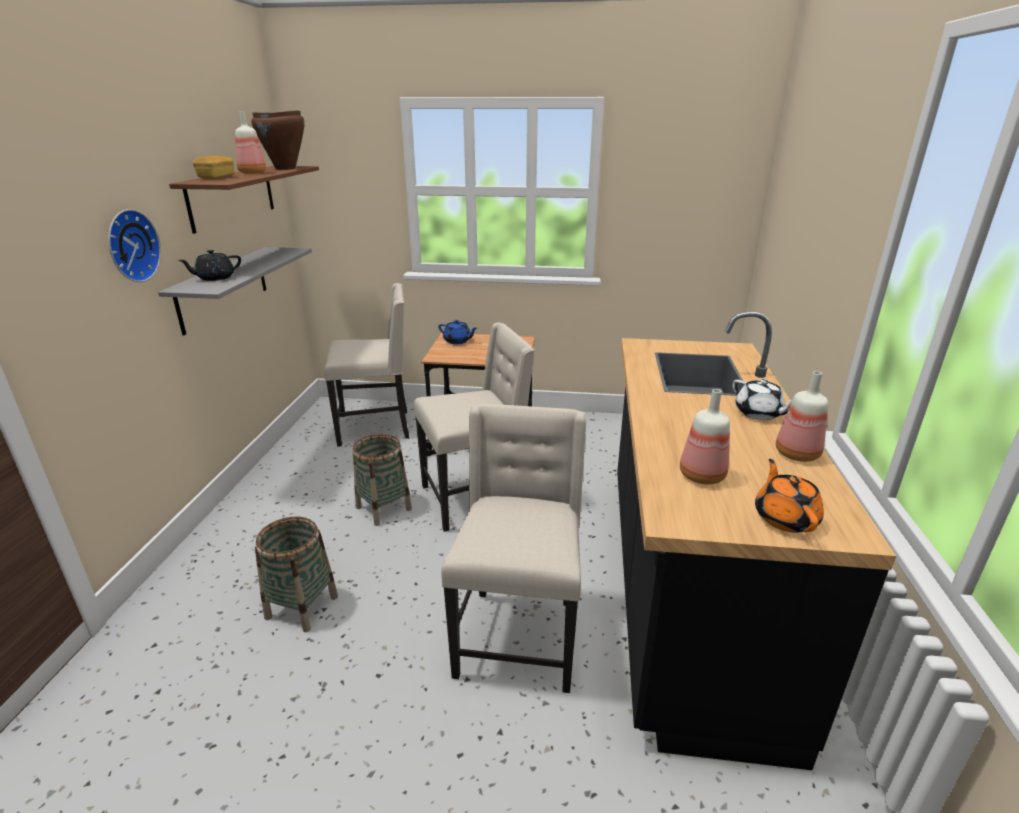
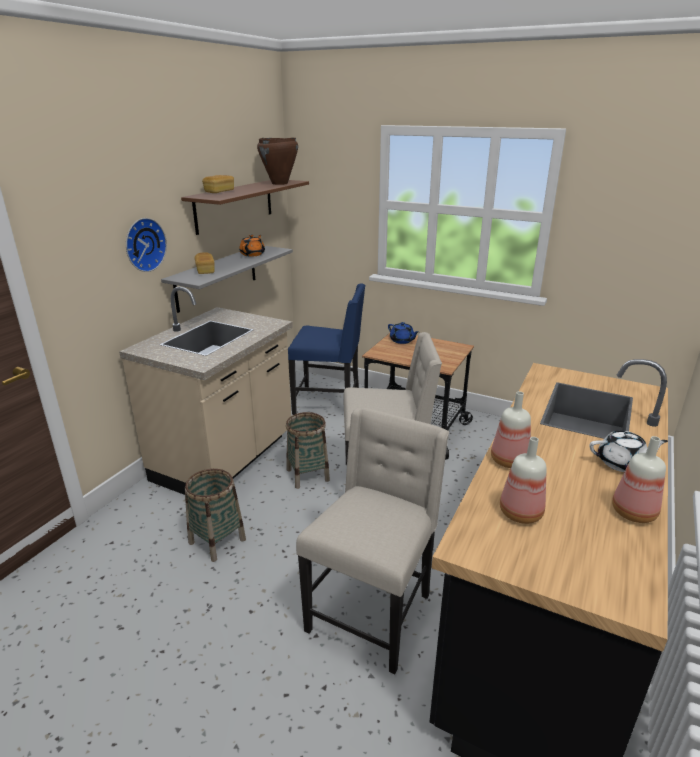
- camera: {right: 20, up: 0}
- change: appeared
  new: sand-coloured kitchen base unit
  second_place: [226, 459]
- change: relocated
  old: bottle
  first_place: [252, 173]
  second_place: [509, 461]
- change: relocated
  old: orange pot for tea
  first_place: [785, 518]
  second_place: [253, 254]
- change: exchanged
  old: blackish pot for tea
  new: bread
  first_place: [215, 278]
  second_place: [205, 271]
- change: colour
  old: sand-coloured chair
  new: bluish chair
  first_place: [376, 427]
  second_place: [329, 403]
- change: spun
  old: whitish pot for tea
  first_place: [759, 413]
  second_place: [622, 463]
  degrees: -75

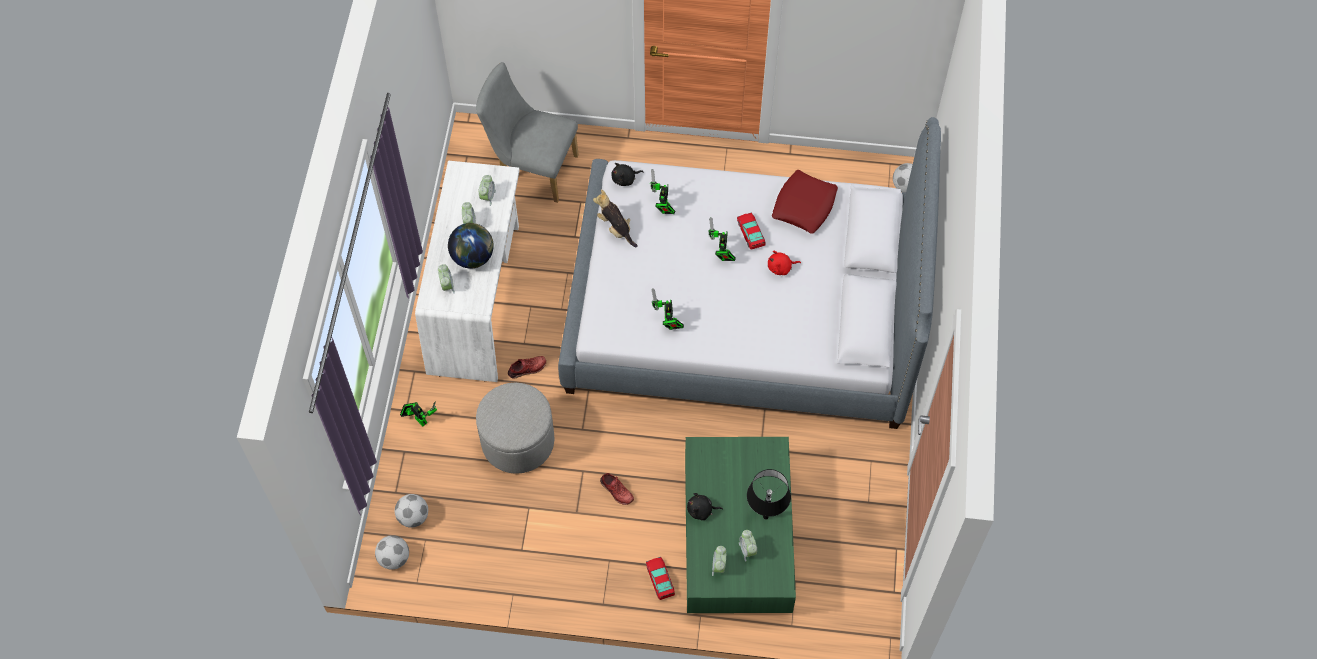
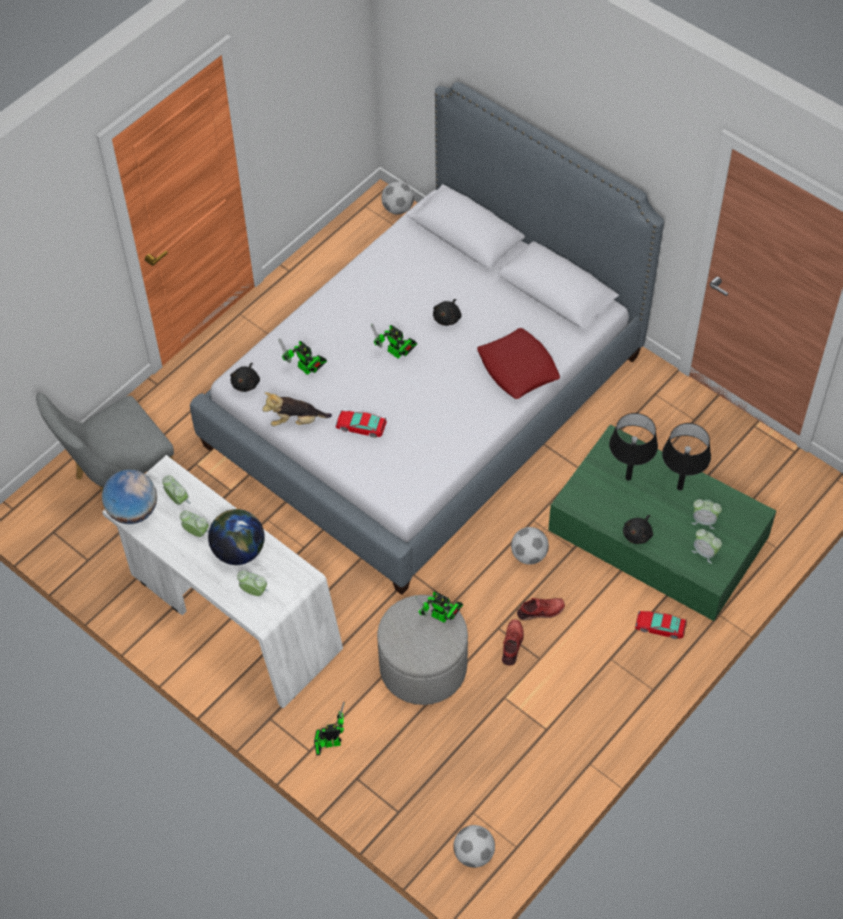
- camera: {right: -55, up: -5}
- change: appeared
  new: desk globe
  second_place: [133, 511]
- change: appeared
  new: blackish tabletop lamp
  second_place: [628, 478]
- change: relocated
  old: football
  first_place: [413, 517]
  second_place: [529, 555]
- change: relocated
  old: red item of footwear
  first_place: [527, 369]
  second_place: [512, 644]
- change: relocated
  old: model robot
  first_place: [668, 323]
  second_place: [442, 618]
- change: relocated
  old: toy car
  first_place: [751, 233]
  second_place: [361, 426]
- change: relocated
  old: red pillow
  first_place: [804, 205]
  second_place: [517, 368]
- change: colour
  old: red cuddly toy
  new: blackish cuddly toy
  first_place: [781, 267]
  second_place: [447, 318]

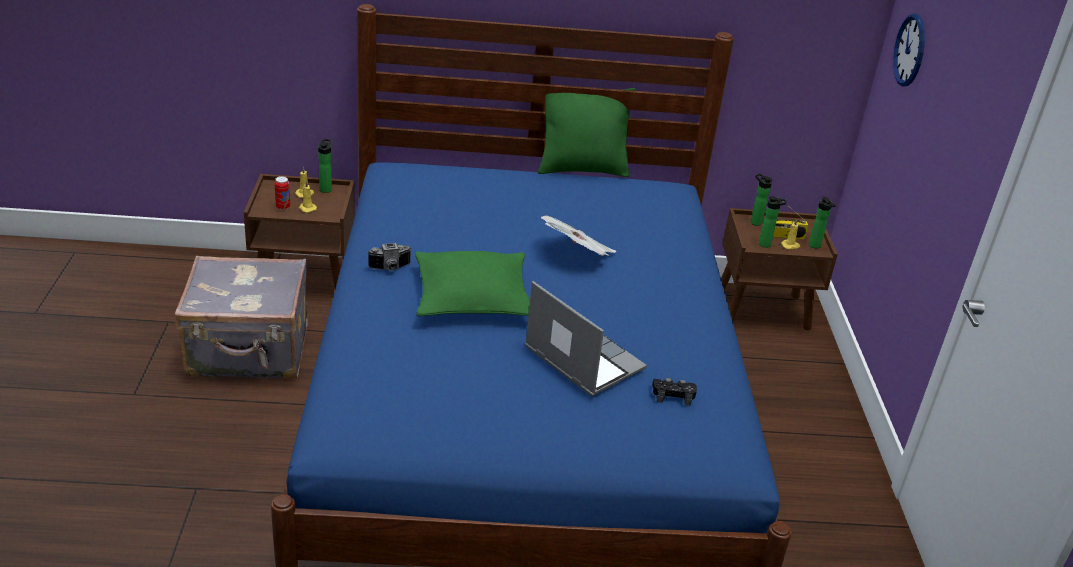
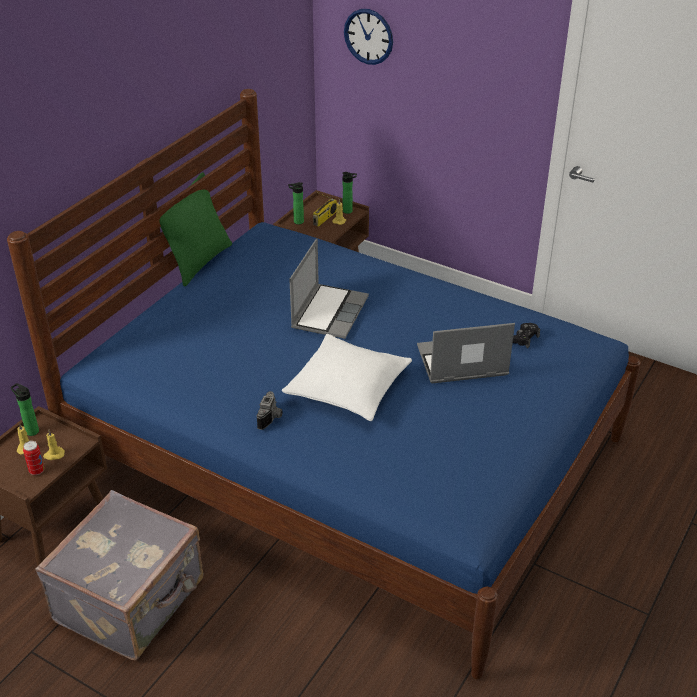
- camera: {right: -55, up: 5}
- change: missing
  old: bottle
  first_place: [766, 245]
- change: exchanged
  old: printed paper
  new: notebook computer
  first_place: [577, 254]
  second_place: [329, 312]
- change: colour
  old: green pillow
  new: whitish pillow
  first_place: [472, 297]
  second_place: [348, 387]

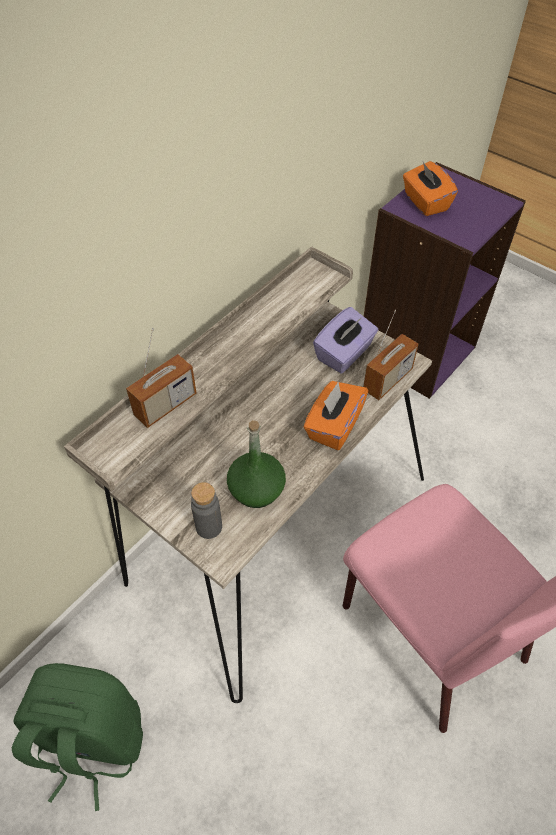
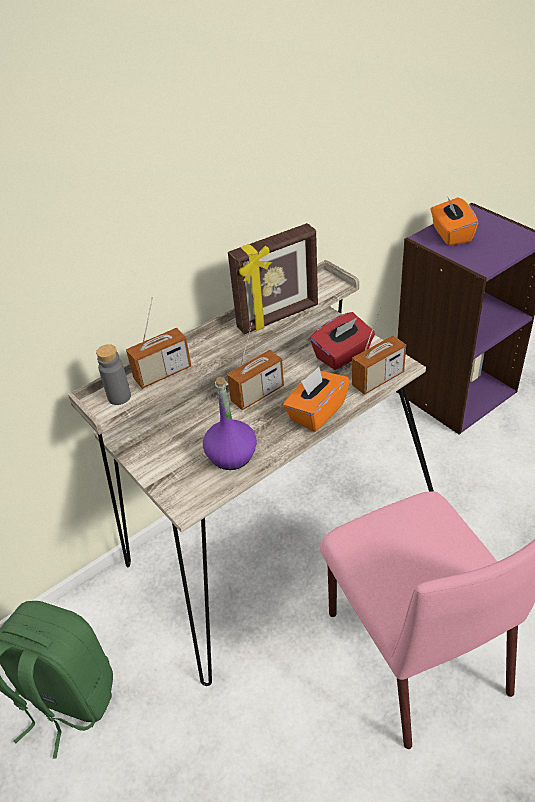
- camera: {right: 15, up: -10}
- change: appeared
  new: radio receiver
  second_place: [257, 394]
- change: appeared
  new: photo frame
  second_place: [278, 317]
- change: relocated
  old: greyish bottle
  first_place: [209, 527]
  second_place: [119, 397]
- change: colour
  old: green bottle
  new: purple-coloured bottle
  first_place: [257, 489]
  second_place: [232, 455]
- change: colour
  old: purple-coloured tissue holder
  new: red tissue holder
  first_place: [344, 354]
  second_place: [343, 355]

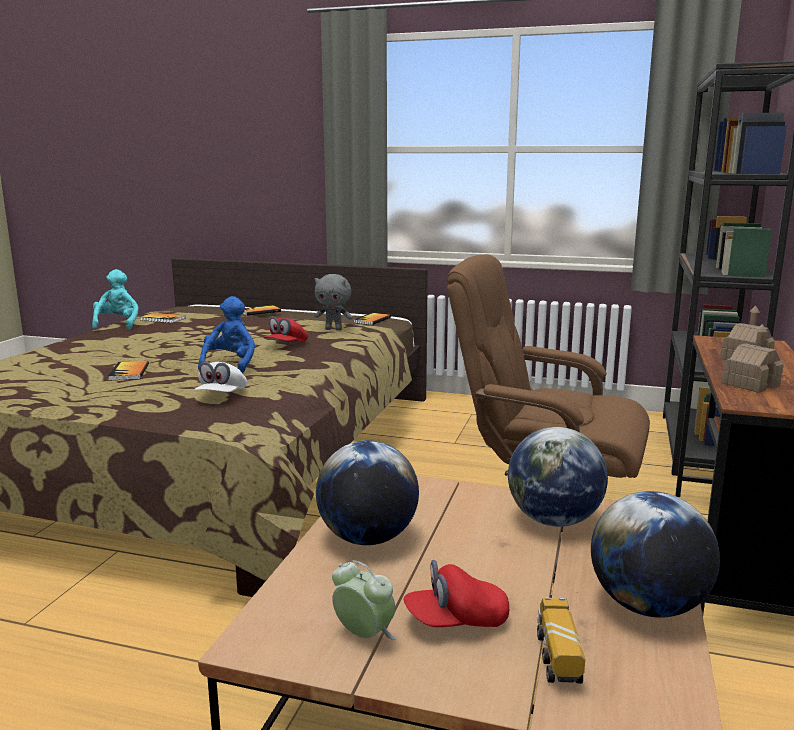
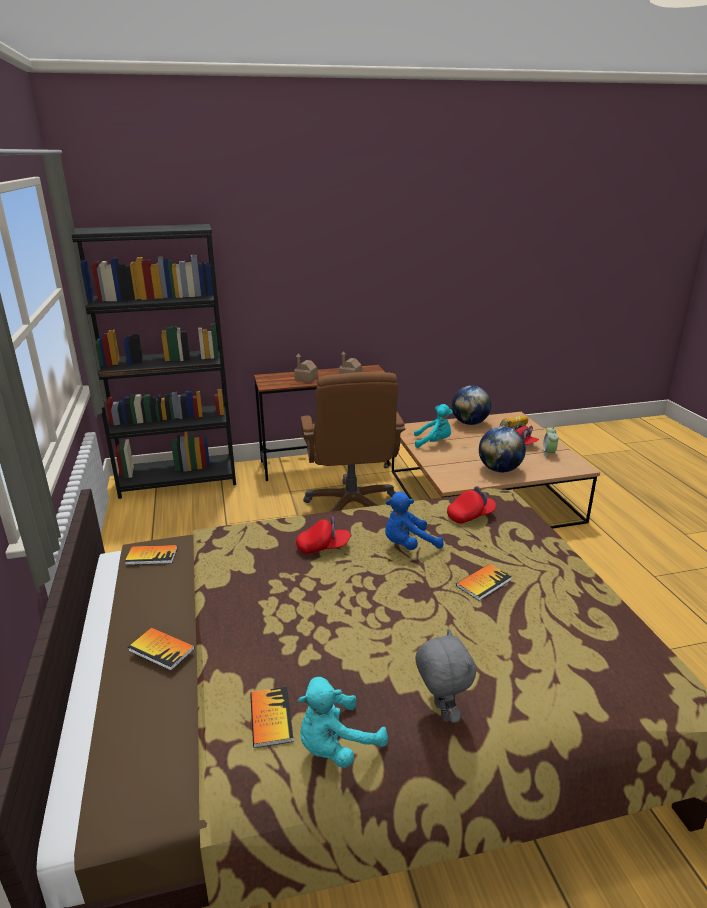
- camera: {right: -120, up: 10}
- change: relocated
  old: greyish cuddly toy
  first_place: [334, 329]
  second_place: [441, 712]
- change: exchanged
  old: desk globe
  new: blue-green cuddly toy
  first_place: [553, 520]
  second_place: [434, 442]
- change: colour
  old: whitish peaked cap
  new: red peaked cap
  first_place: [221, 396]
  second_place: [470, 516]

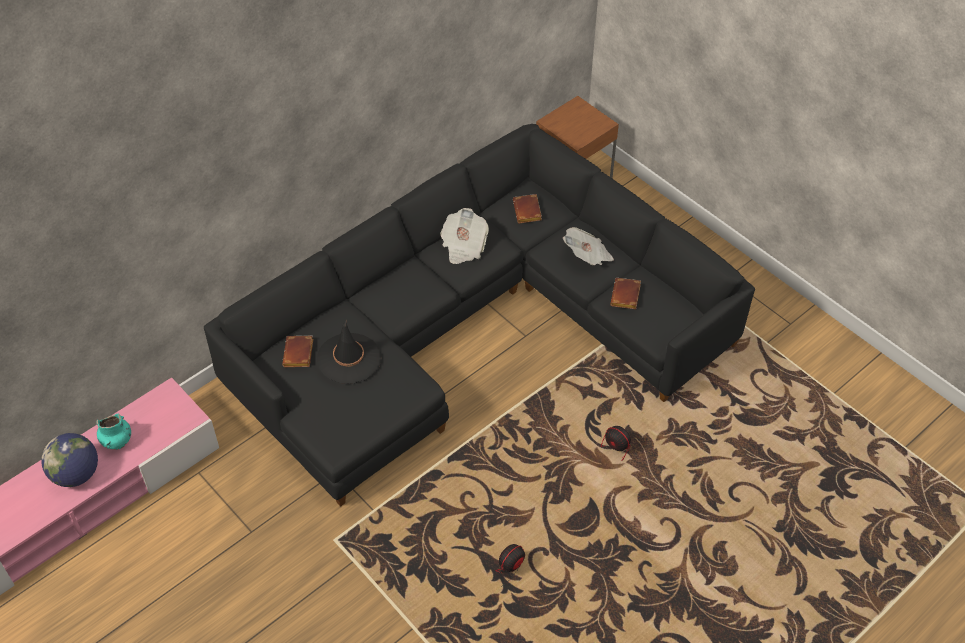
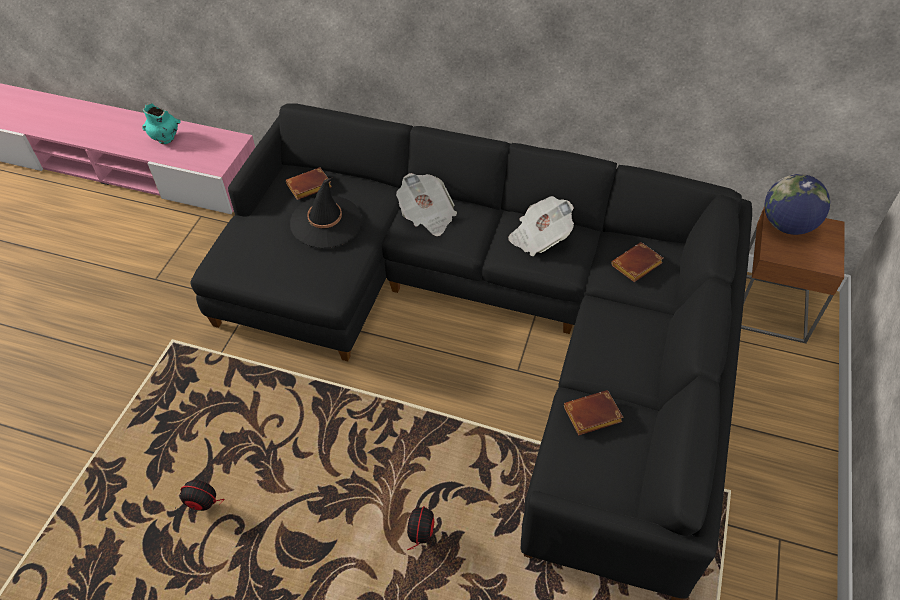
- camera: {right: 60, up: 0}
- change: relocated
  old: desk globe
  first_place: [76, 474]
  second_place: [787, 225]
- change: relocated
  old: printed paper
  first_place: [587, 256]
  second_place: [427, 216]

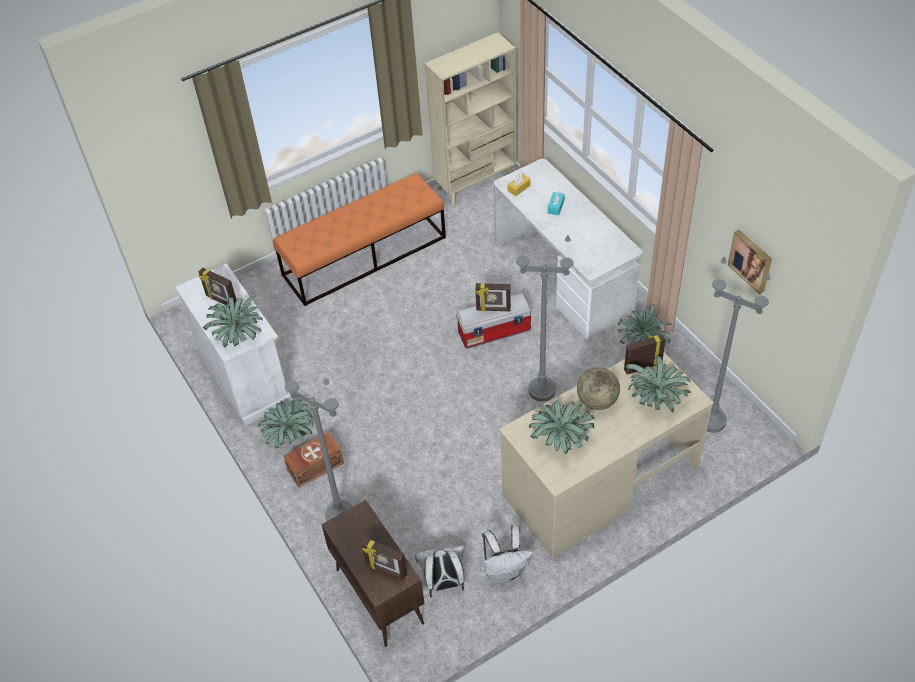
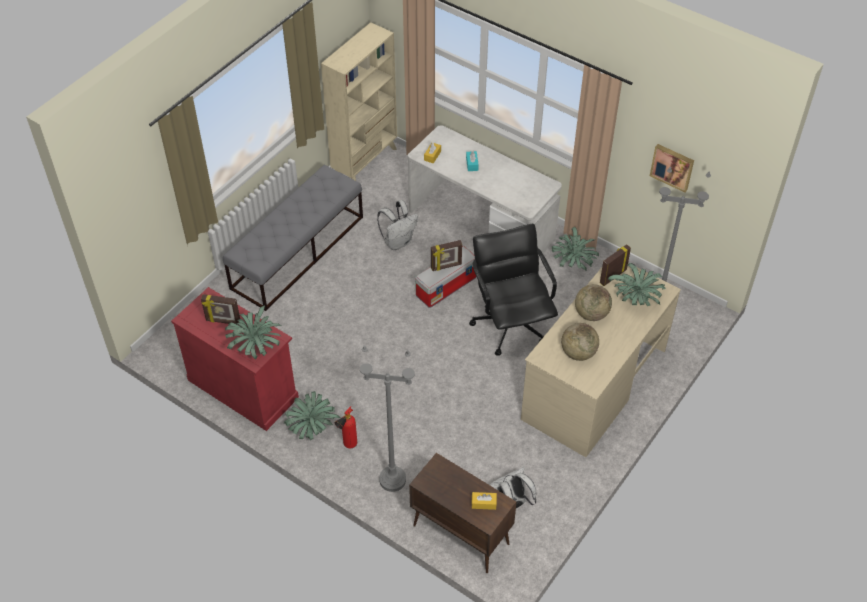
- camera: {right: -25, up: 0}
- change: relocated
  old: whitish knapsack
  first_place: [505, 571]
  second_place: [398, 242]
- change: exchanged
  old: brown-coloured storage box
  new: fire extinguisher
  first_place: [314, 466]
  second_place: [348, 446]
- change: exchanged
  old: photo frame
  new: yellow-coloured tissue holder
  first_place: [386, 570]
  second_place: [484, 503]
- change: exchanged
  old: greyish floor lamp
  new: blackish computer chair
  first_place: [542, 390]
  second_place: [510, 324]
- change: exchanged
  old: houseplant
  new: desk globe
  first_place: [560, 439]
  second_place: [578, 353]
- change: colour
  old: whitish cupboard
  new: red cupboard
  first_place: [245, 376]
  second_place: [243, 388]
- change: colour
  old: orange long seat
  new: greyish long seat
  first_place: [365, 256]
  second_place: [298, 252]

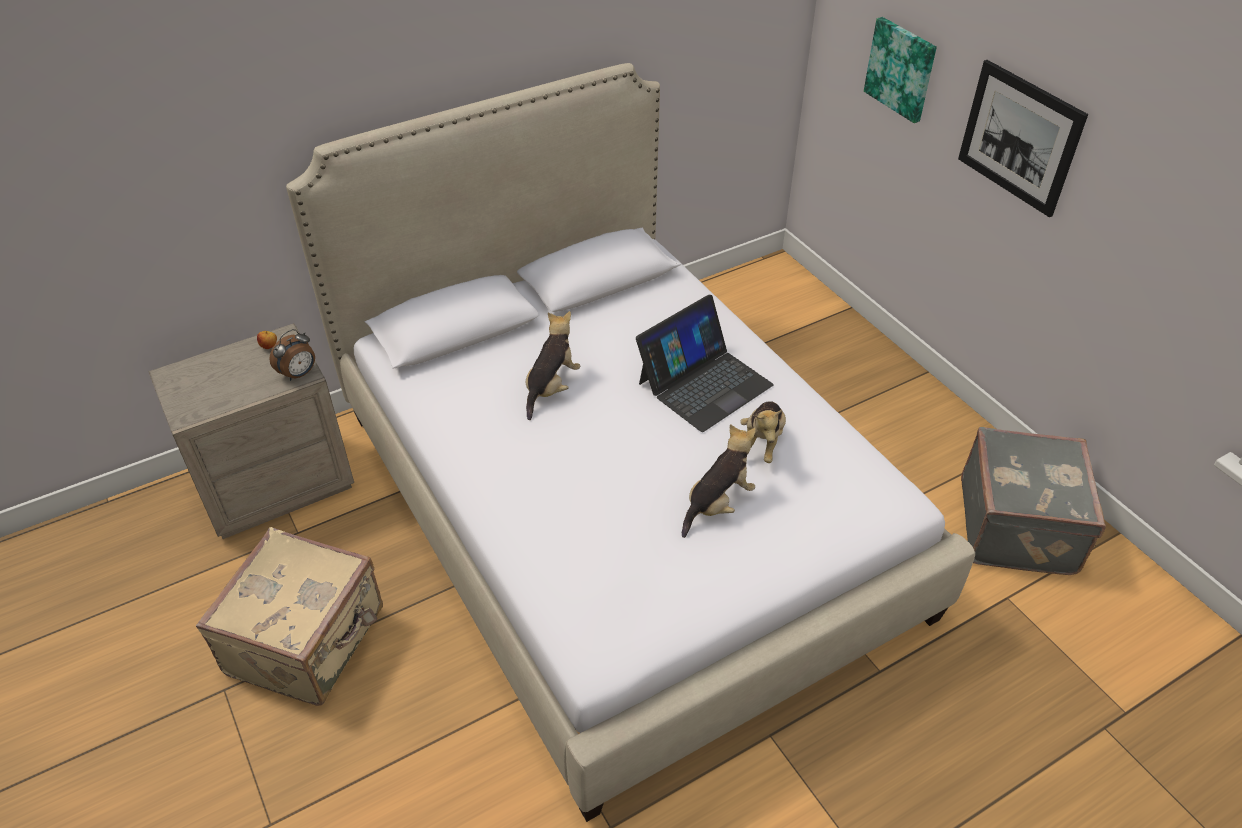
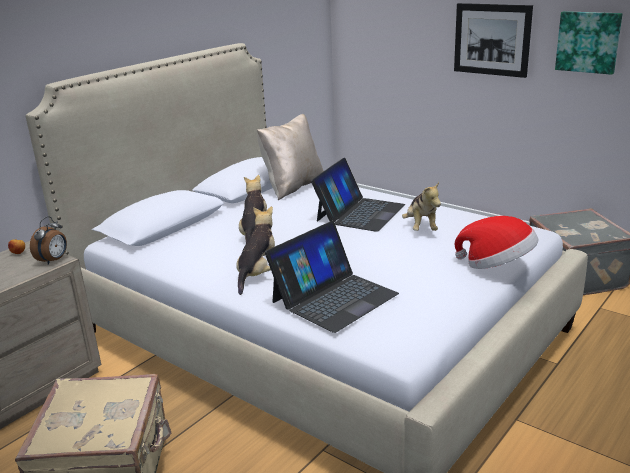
- camera: {right: -20, up: -20}
- change: appeared
  new: sand-coloured pillow
  second_place: [292, 187]
- change: appeared
  new: notebook computer
  second_place: [334, 297]
- change: appeared
  new: hat
  second_place: [497, 265]
- change: relocated
  old: cuddly toy
  first_place: [717, 503]
  second_place: [259, 274]
- change: relocated
  old: wall picture
  first_place: [901, 69]
  second_place: [588, 42]

